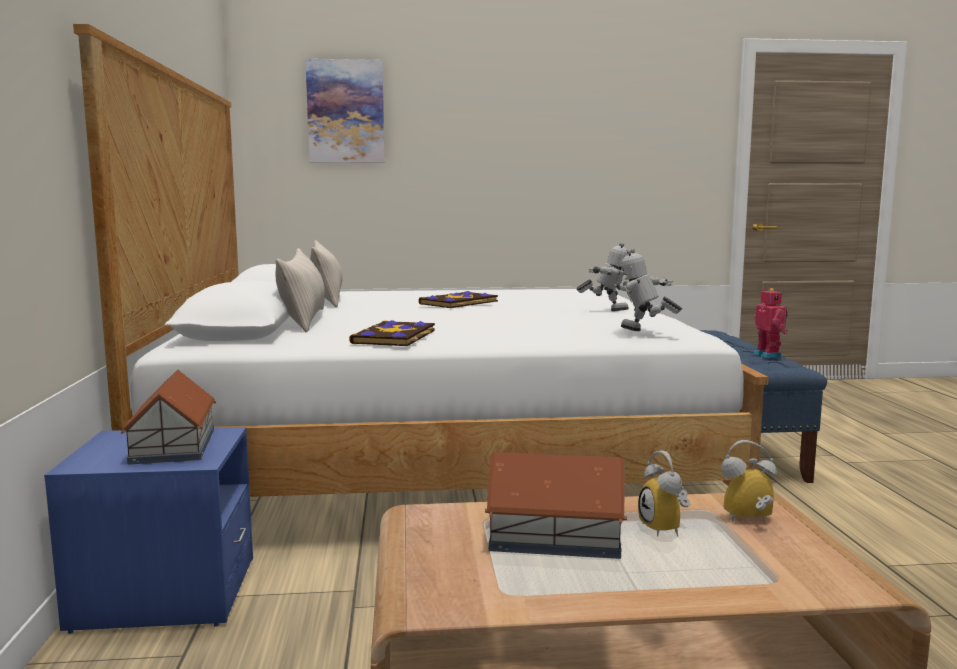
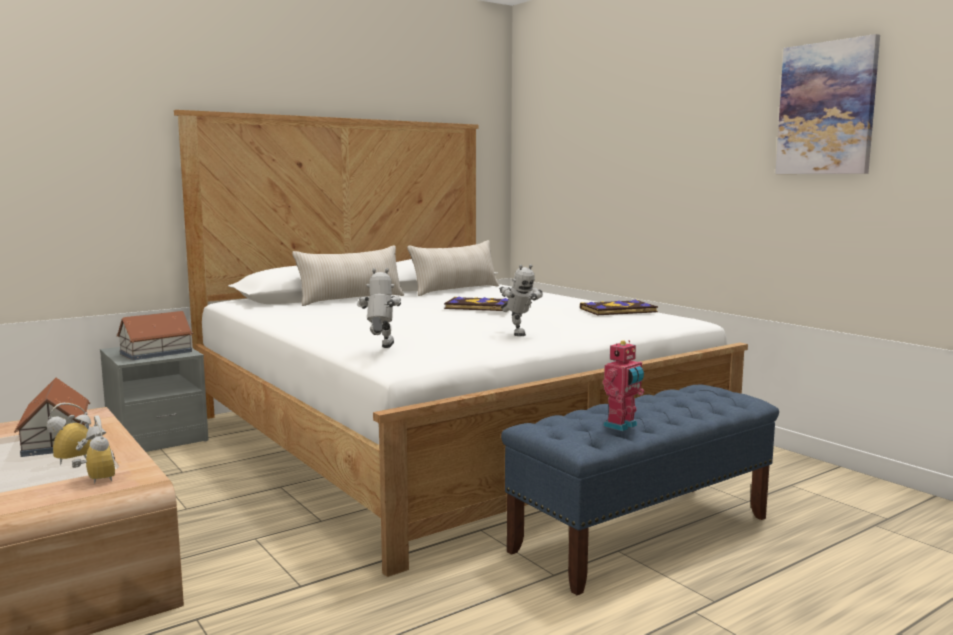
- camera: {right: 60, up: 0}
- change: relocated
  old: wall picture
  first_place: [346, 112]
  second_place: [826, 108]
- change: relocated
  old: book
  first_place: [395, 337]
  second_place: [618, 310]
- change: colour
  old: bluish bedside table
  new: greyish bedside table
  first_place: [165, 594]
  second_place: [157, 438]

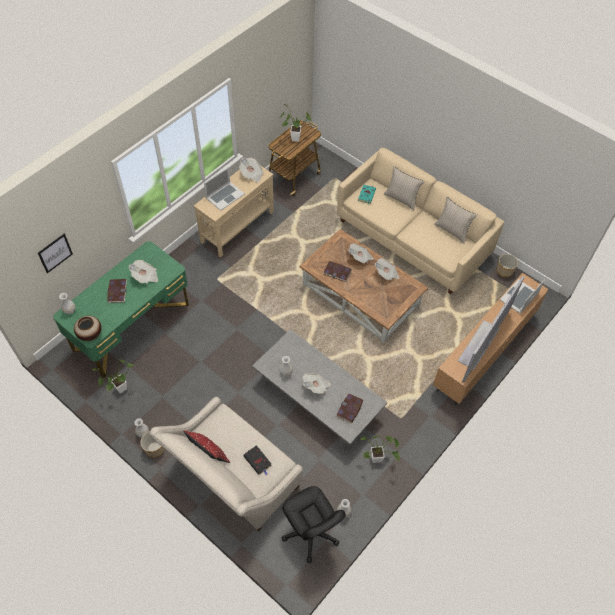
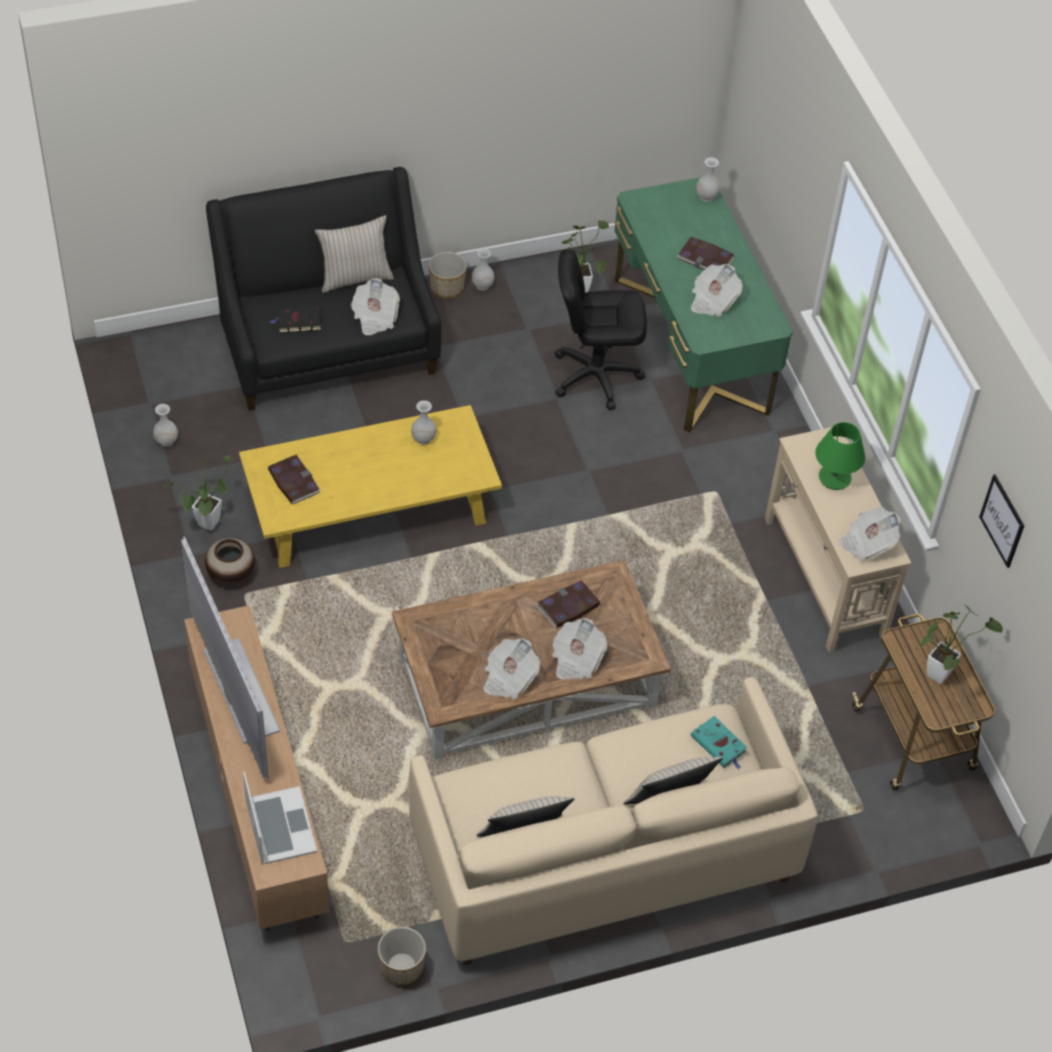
- camera: {right: 120, up: -5}
- change: relocated
  old: wall picture
  first_place: [55, 253]
  second_place: [1002, 521]
- change: relocated
  old: decorative vase
  first_place: [90, 334]
  second_place: [231, 575]
- change: relocated
  old: blackish computer chair
  first_place: [310, 533]
  second_place: [595, 376]
- change: relocated
  old: printed paper
  first_place: [316, 386]
  second_place: [375, 317]
- change: exchanged
  old: notebook computer
  new: green tabletop lamp
  first_place: [225, 196]
  second_place: [834, 478]
- change: colour
  old: sand-coloured couch
  new: blackish couch
  first_place: [232, 478]
  second_place: [327, 348]
- change: colour
  old: red pillow
  new: sand-coloured pillow
  first_place: [208, 454]
  second_place: [354, 278]
- change: colour
  old: greyish low table
  new: yellow-coloured low table
  first_place: [317, 398]
  second_place: [371, 506]

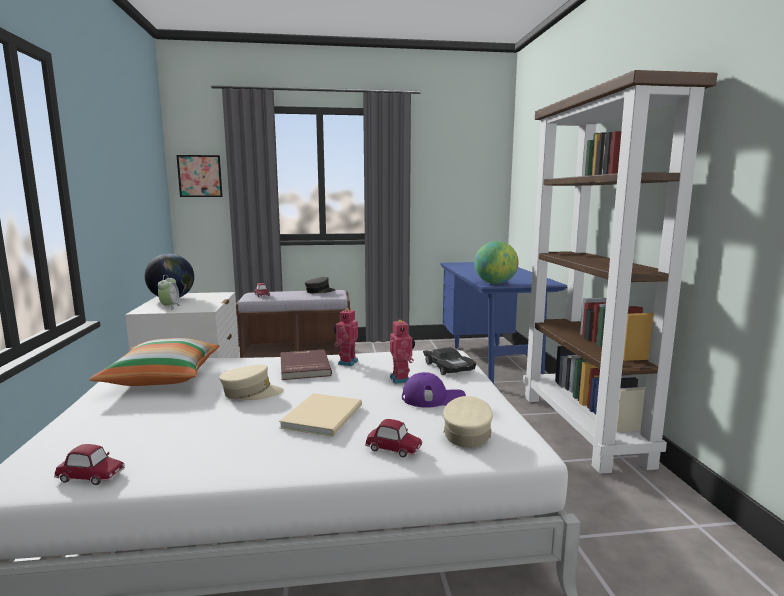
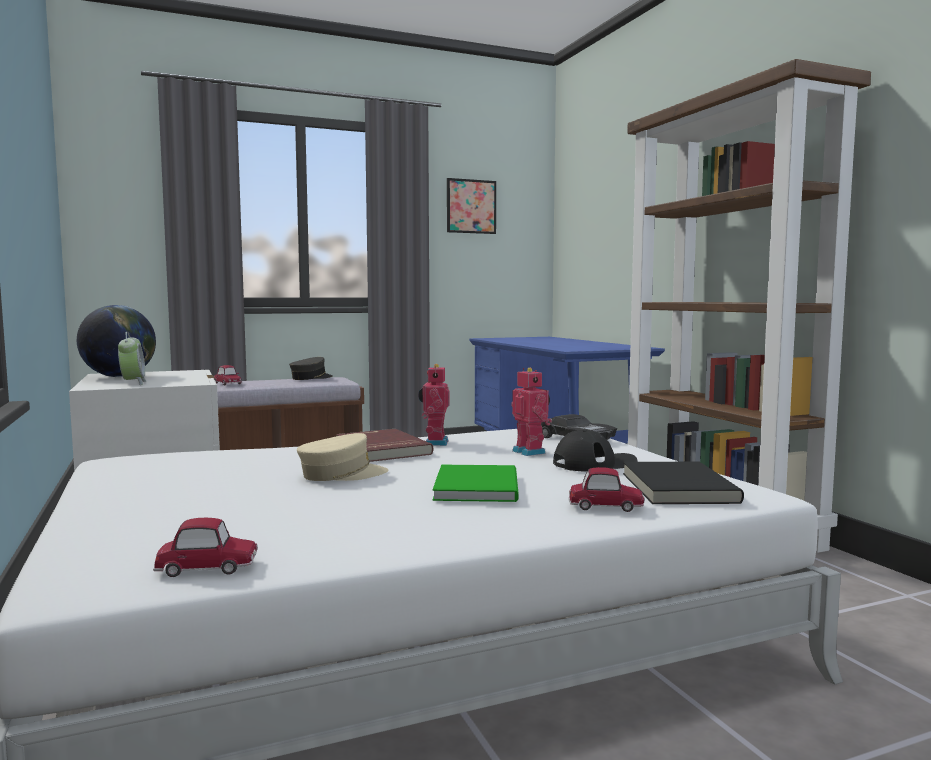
- camera: {right: -15, up: -5}
- change: missing
  old: pillow
  first_place: [162, 377]
- change: missing
  old: desk globe
  first_place: [495, 283]
- change: relocated
  old: wall picture
  first_place: [200, 176]
  second_place: [471, 206]
- change: exchanged
  old: sand-coloured peaked cap
  new: blackish book
  first_place: [467, 433]
  second_place: [675, 488]
- change: colour
  old: sand-coloured book
  new: green book
  first_place: [325, 416]
  second_place: [479, 486]
- change: colour
  old: purple-coloured peaked cap
  new: blackish peaked cap
  first_place: [433, 398]
  second_place: [594, 463]

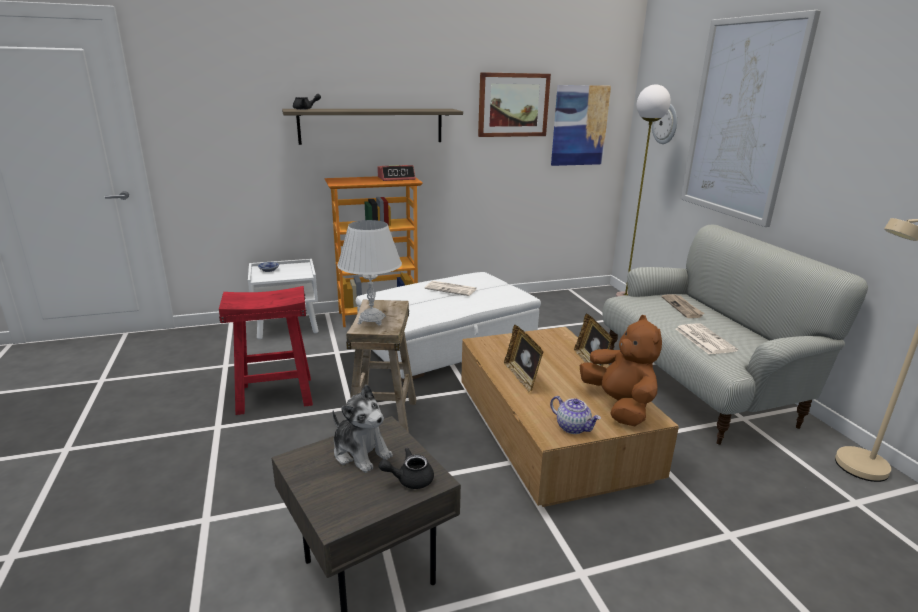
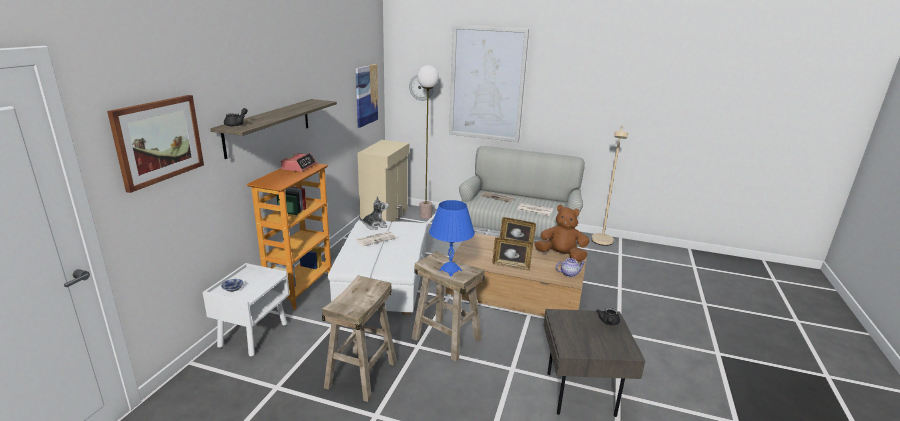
- camera: {right: -55, up: 0}
- change: appeared
  new: sand-coloured cupboard
  second_place: [385, 217]
- change: relocated
  old: cuddly toy
  first_place: [361, 453]
  second_place: [375, 225]
- change: relocated
  old: wall picture
  first_place: [513, 105]
  second_place: [158, 140]
- change: colour
  old: red sitting stool
  new: sand-coloured sitting stool
  first_place: [275, 394]
  second_place: [361, 373]
- change: colour
  old: whitish tabletop lamp
  new: bluish tabletop lamp
  first_place: [372, 320]
  second_place: [450, 270]

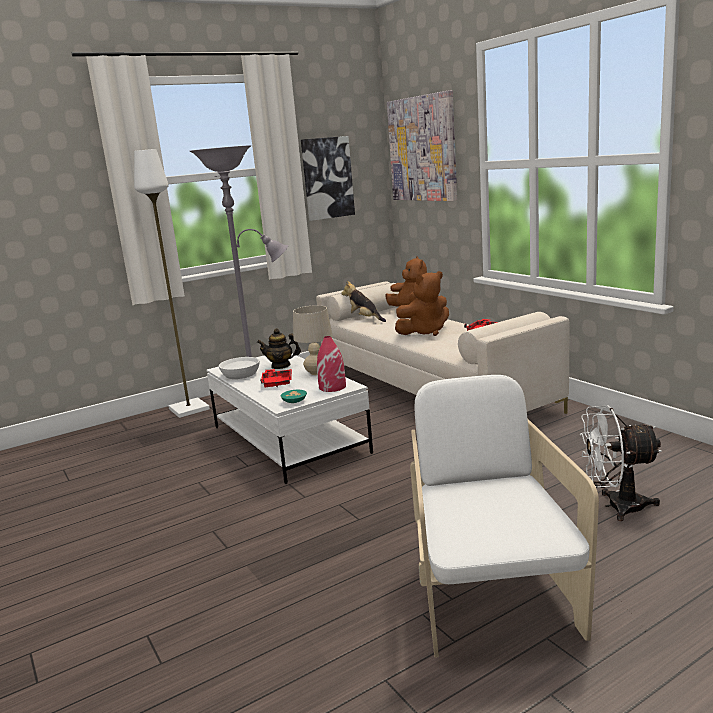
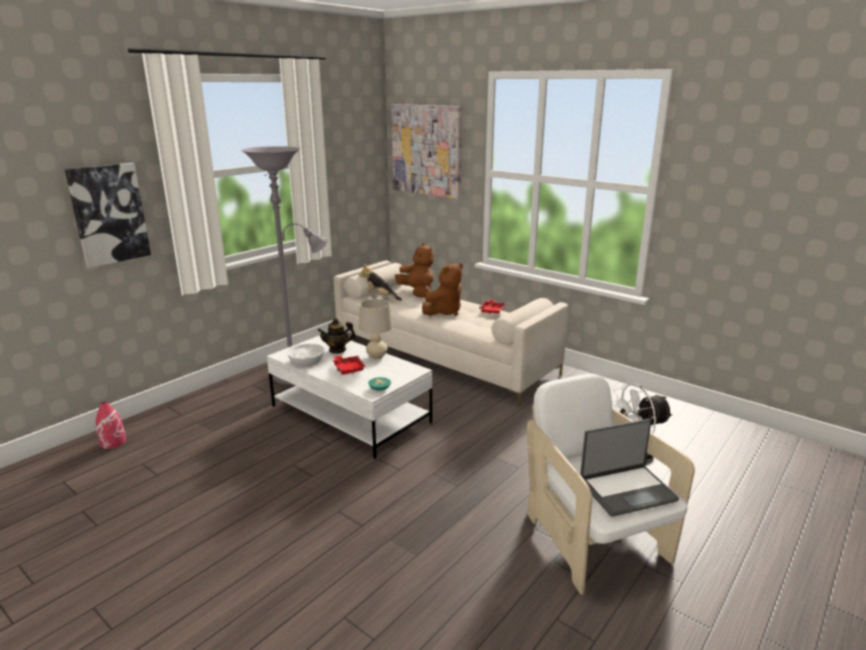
- camera: {right: -20, up: 5}
- change: missing
  old: whitish floor lamp
  first_place: [188, 409]
- change: appeared
  new: notebook computer
  second_place: [626, 490]
- change: relocated
  old: wall picture
  first_place: [327, 178]
  second_place: [109, 214]
- change: relocated
  old: red decorative vase
  first_place: [332, 387]
  second_place: [113, 442]

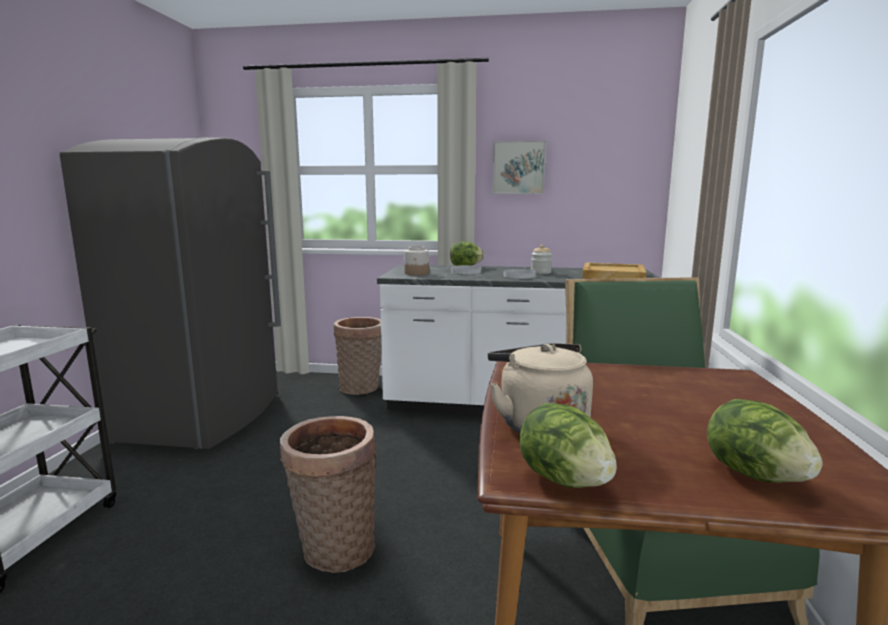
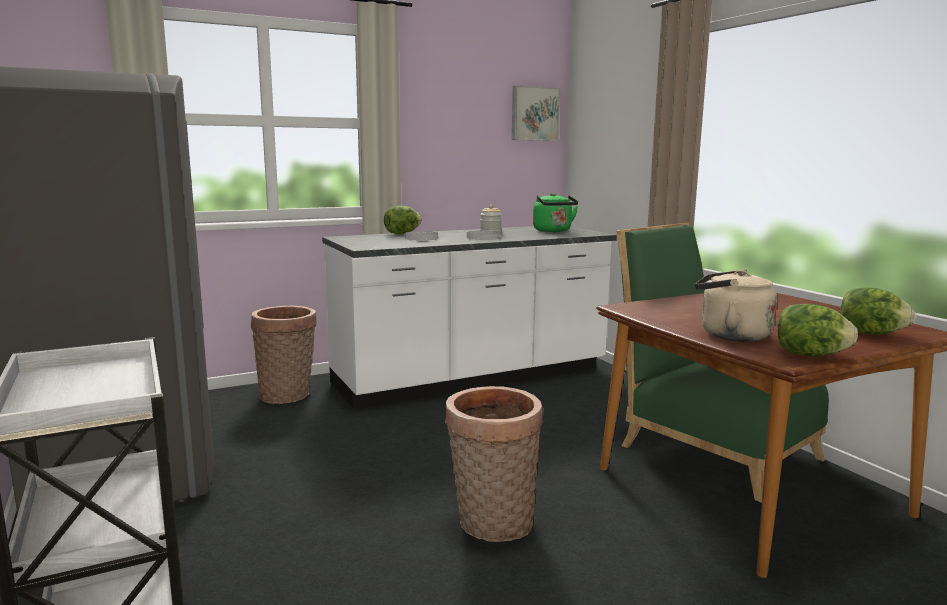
- camera: {right: -35, up: 0}
- change: missing
  old: storage jar
  first_place: [417, 273]
- change: relocated
  old: wall picture
  first_place: [518, 168]
  second_place: [534, 113]
- change: exchanged
  old: sand-coloured carrying tray
  new: green water kettle
  first_place: [612, 275]
  second_place: [553, 231]

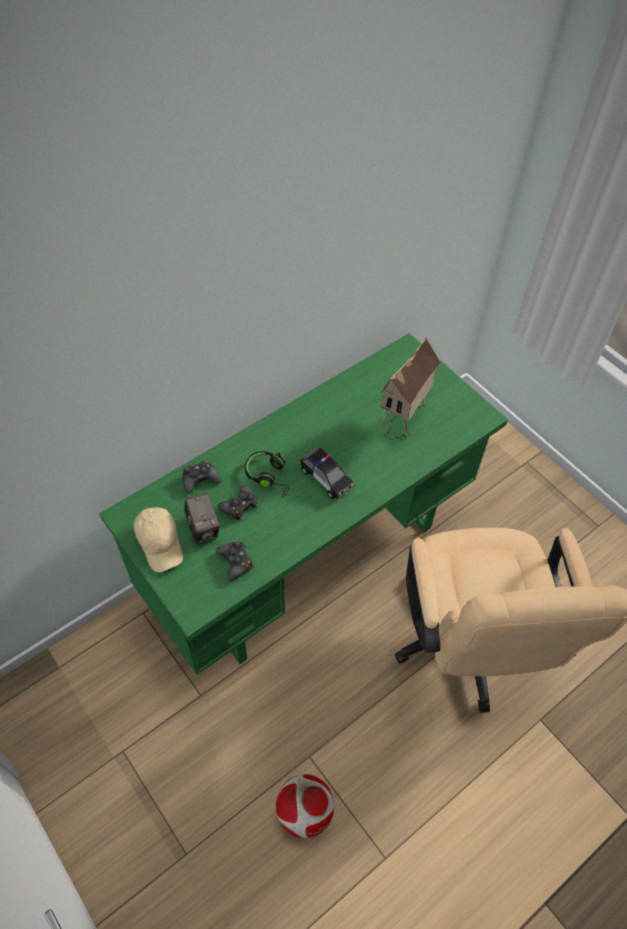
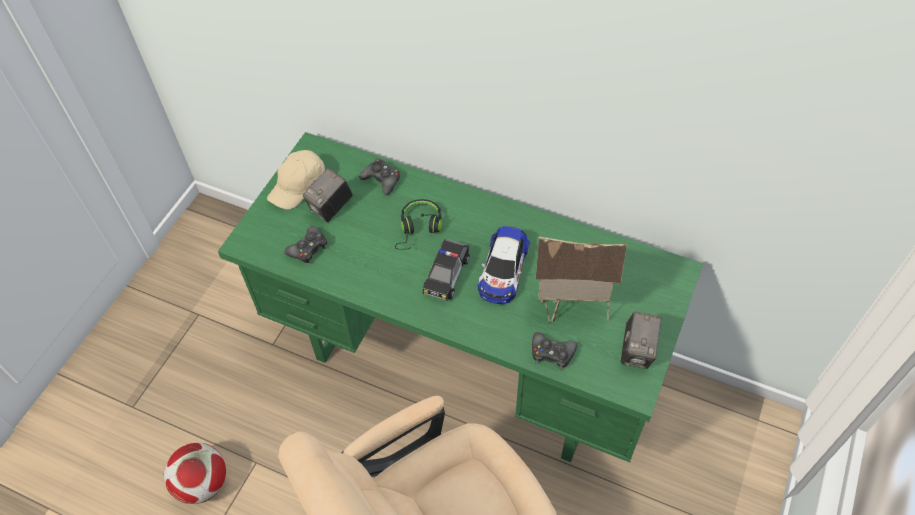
- camera: {right: 65, up: 0}
- change: appeared
  new: toy car
  second_place: [503, 270]
- change: appeared
  new: photo camera
  second_place: [637, 351]
- change: relocated
  old: blackish gamepad
  first_place: [239, 506]
  second_place: [552, 353]

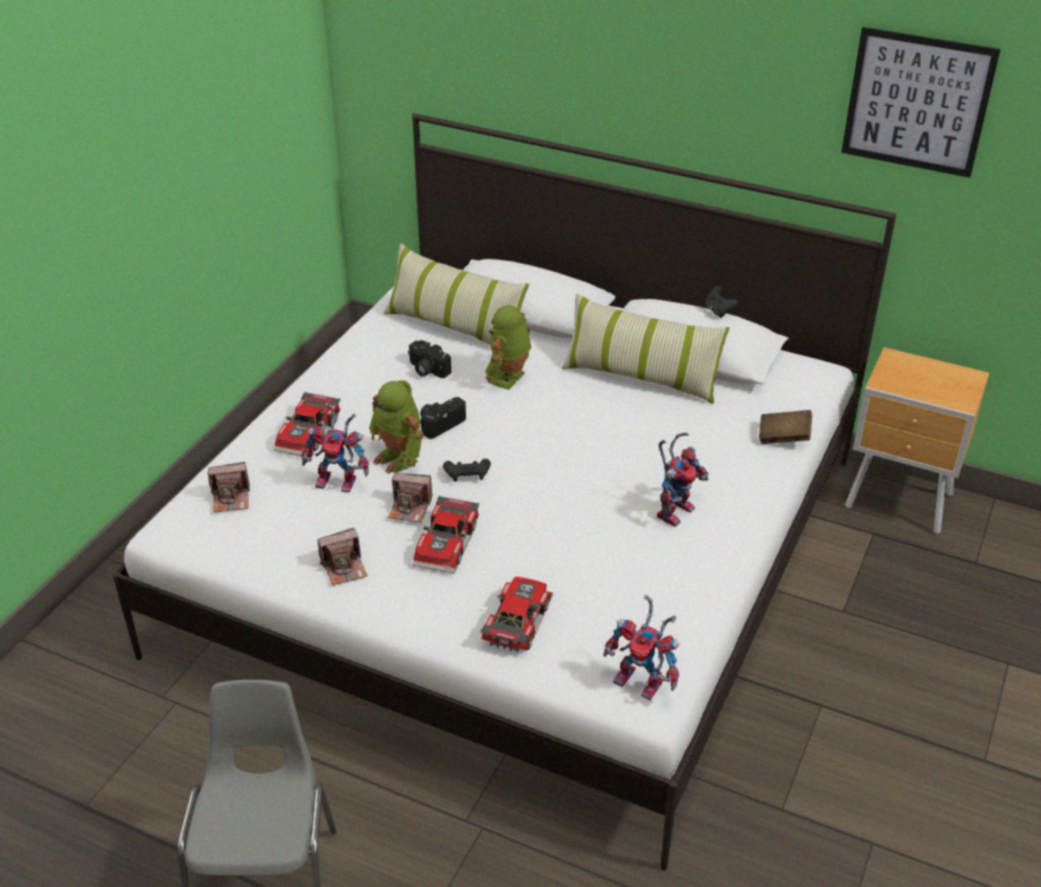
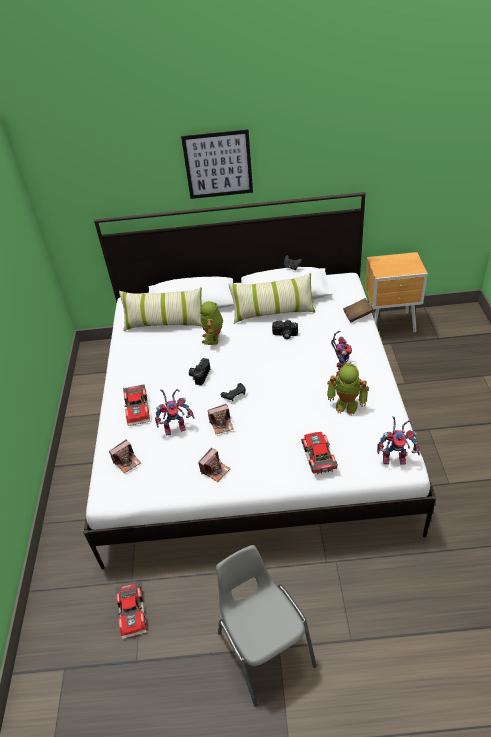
- camera: {right: -25, up: 5}
- change: relocated
  old: model robot
  first_place: [399, 457]
  second_place: [347, 404]
- change: relocated
  old: photo camera
  first_place: [426, 369]
  second_place: [284, 335]
- change: relocated
  old: toy car
  first_place: [449, 544]
  second_place: [133, 612]
- change: relocated
  old: wall picture
  first_place: [917, 102]
  second_place: [218, 164]

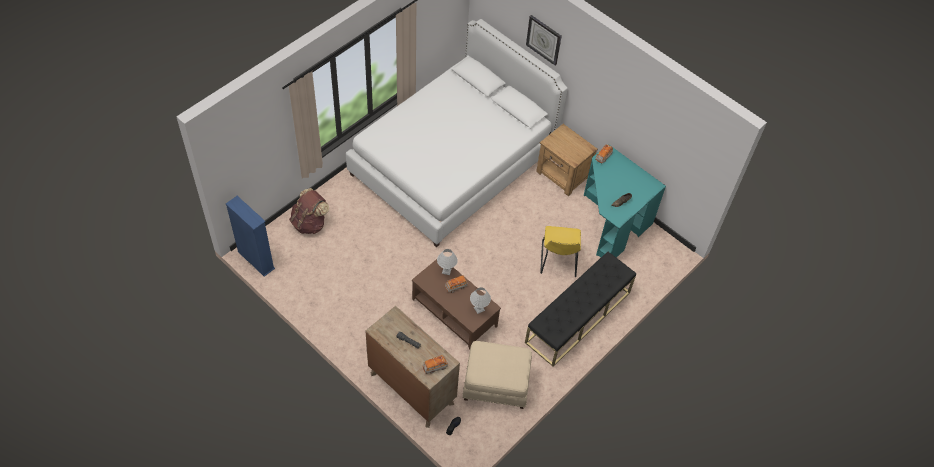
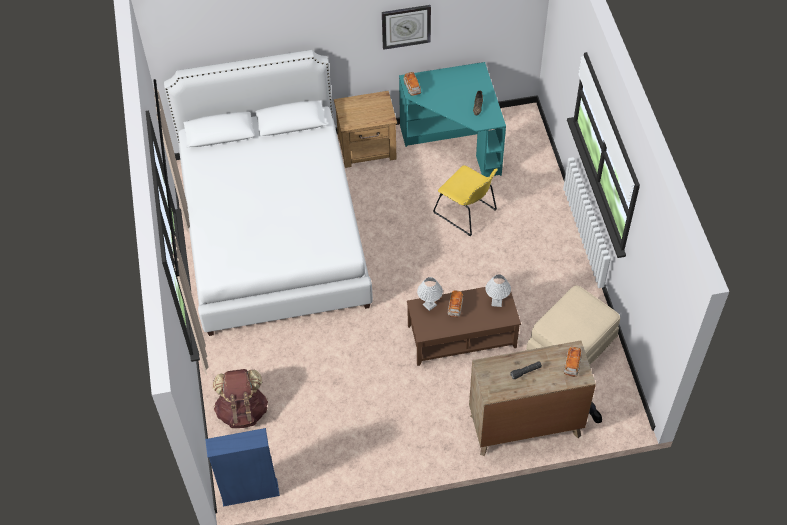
- camera: {right: -50, up: 0}
- change: missing
  old: blackish long seat
  first_place: [578, 317]
- change: relocated
  old: hanging clock
  first_place: [544, 39]
  second_place: [406, 26]

